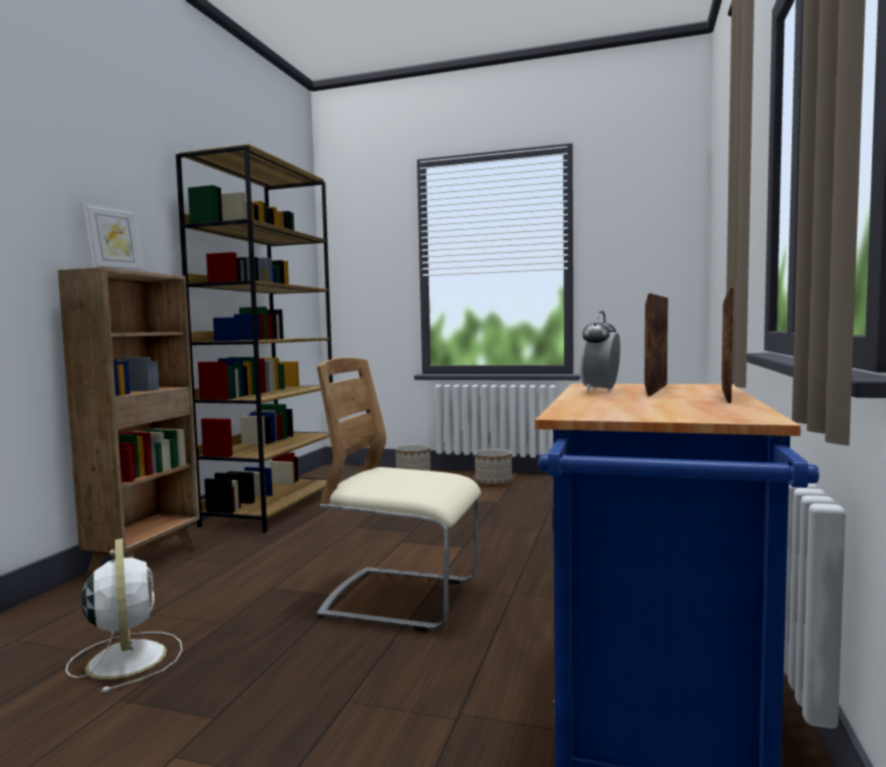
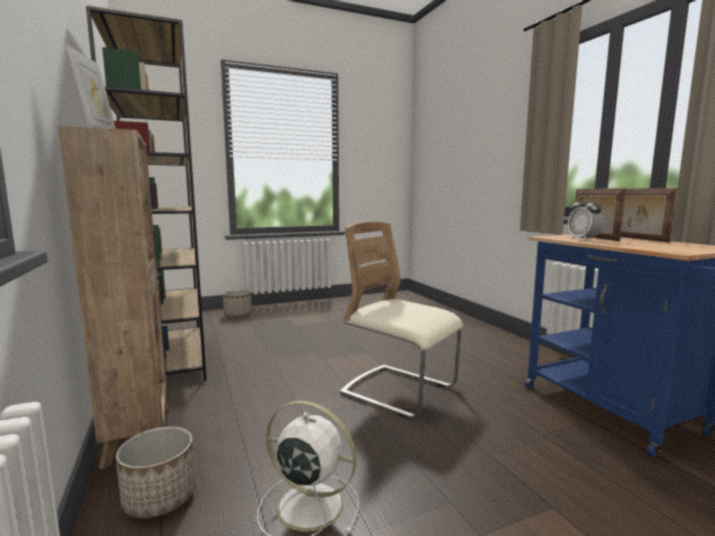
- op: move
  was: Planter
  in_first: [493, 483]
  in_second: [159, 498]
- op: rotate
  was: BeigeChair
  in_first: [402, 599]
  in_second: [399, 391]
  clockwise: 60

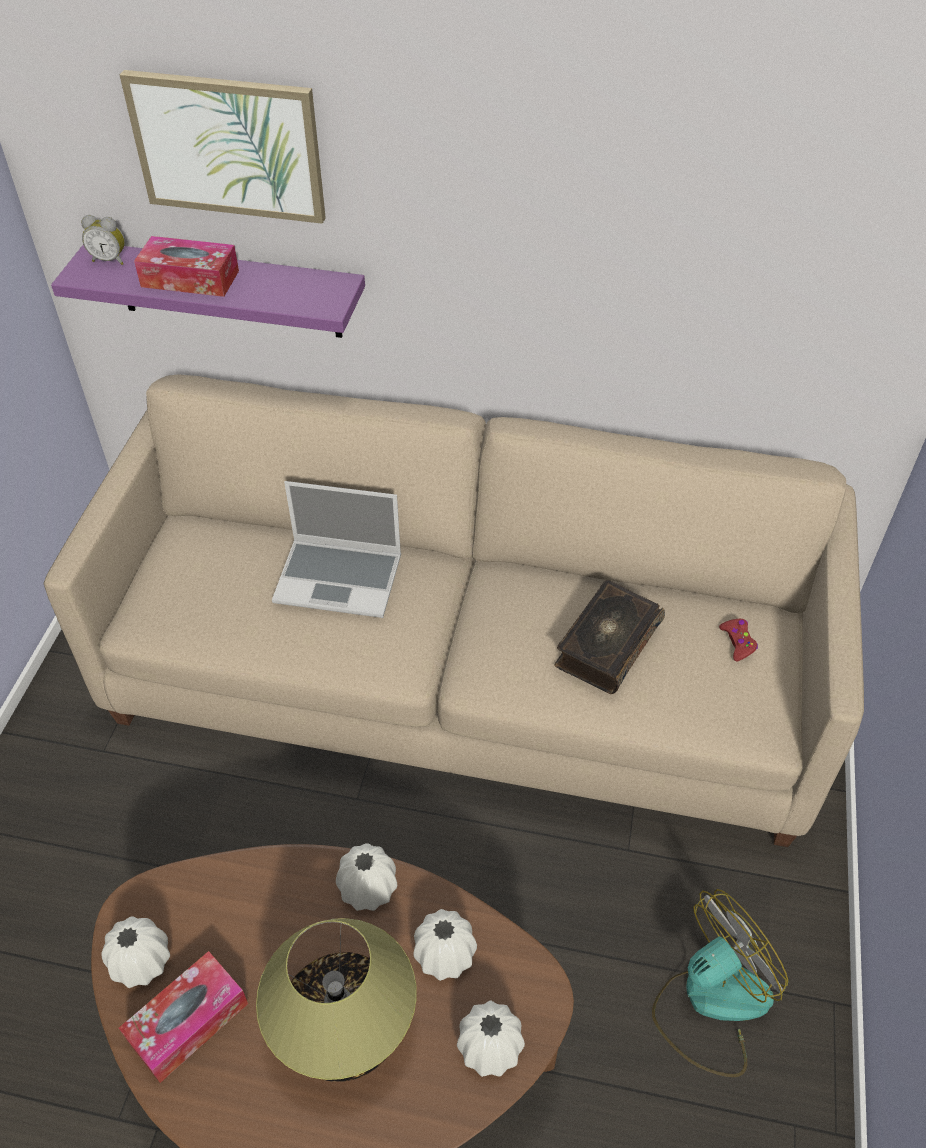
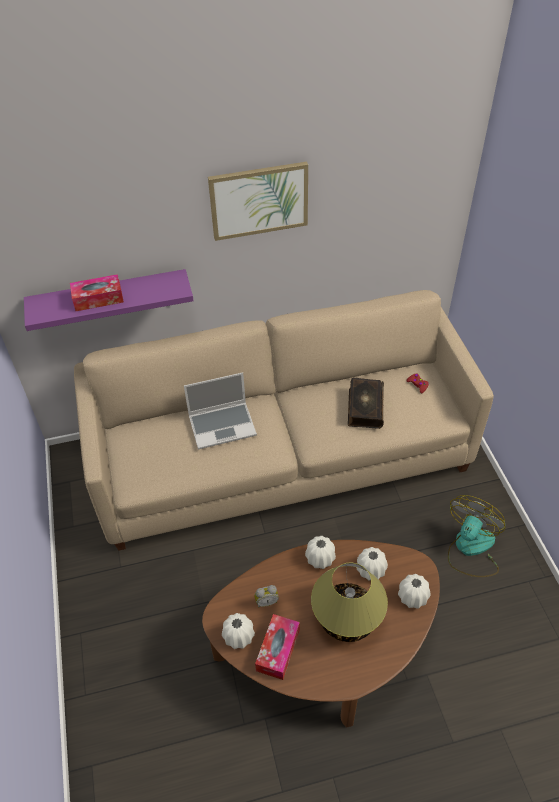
- op: move
  was: AlarmClock
  in_first: [110, 260]
  in_second: [266, 601]
- op: move
  was: Picture
  in_first: [228, 146]
  in_second: [259, 200]

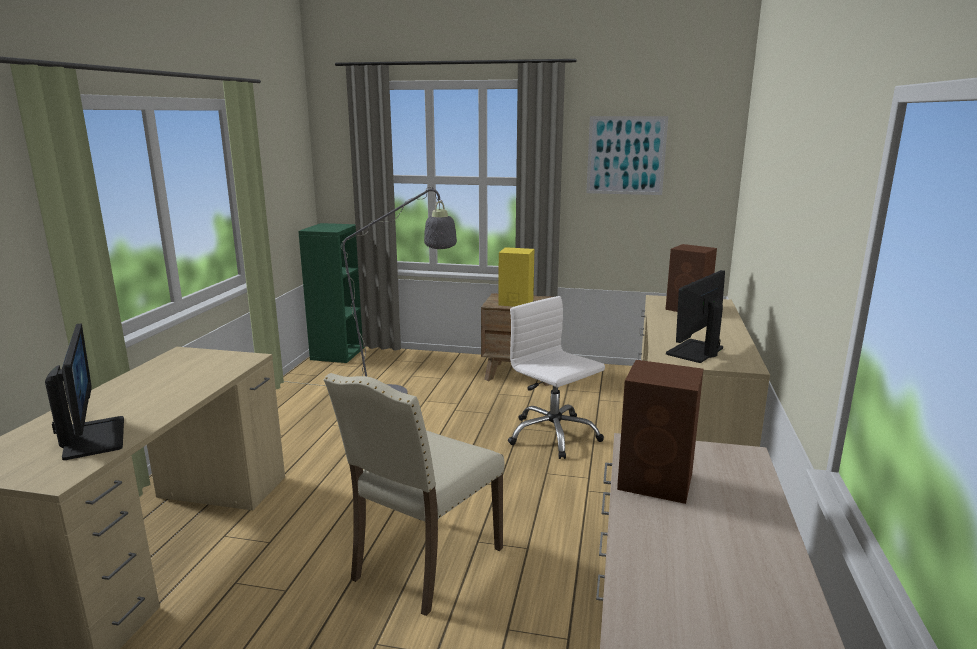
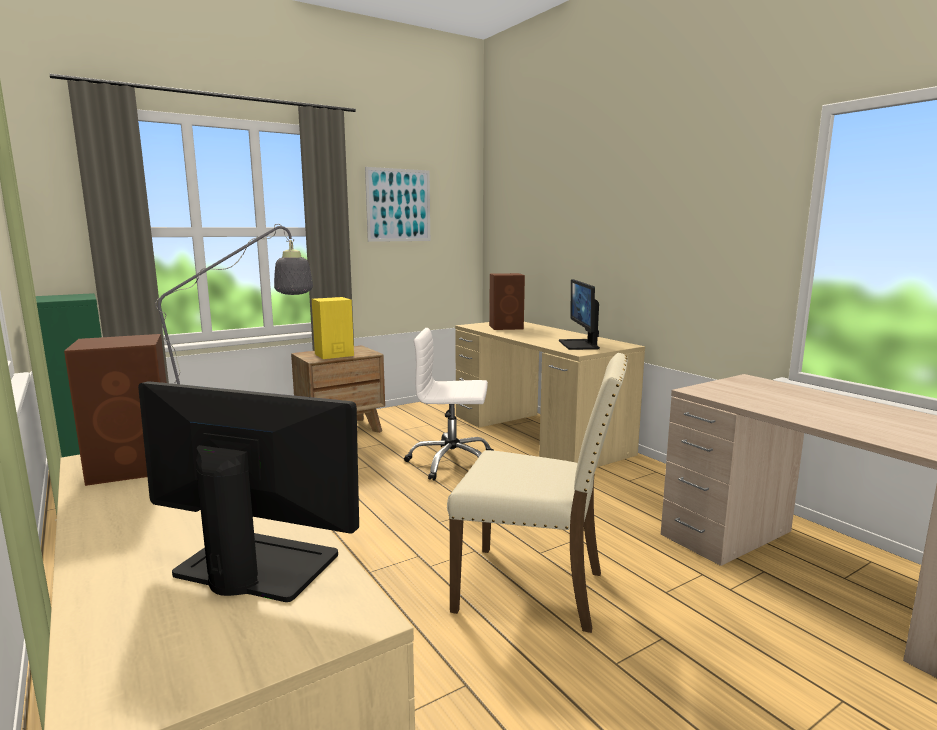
- op: move
  was: BrownSpeaker
  in_first: [657, 482]
  in_second: [135, 467]
- op: rotate
  was: BeigeChair
  in_first: [423, 564]
  in_second: [534, 589]
  clockwise: -60

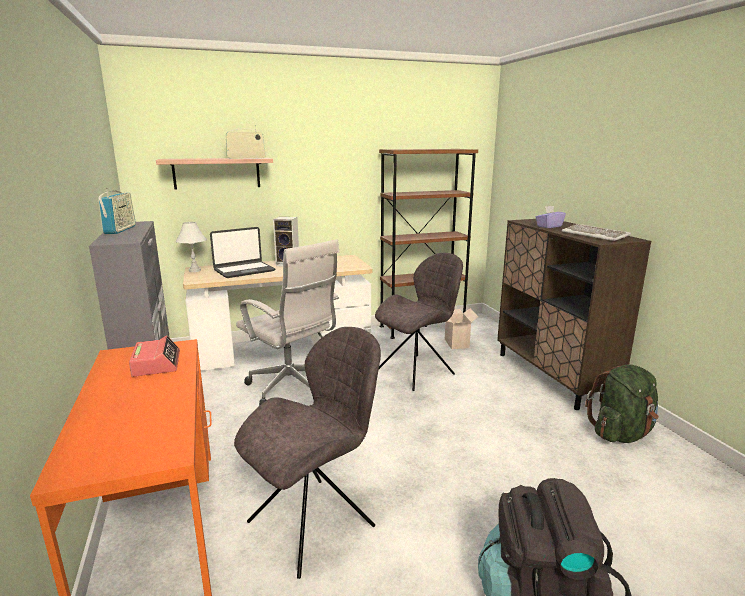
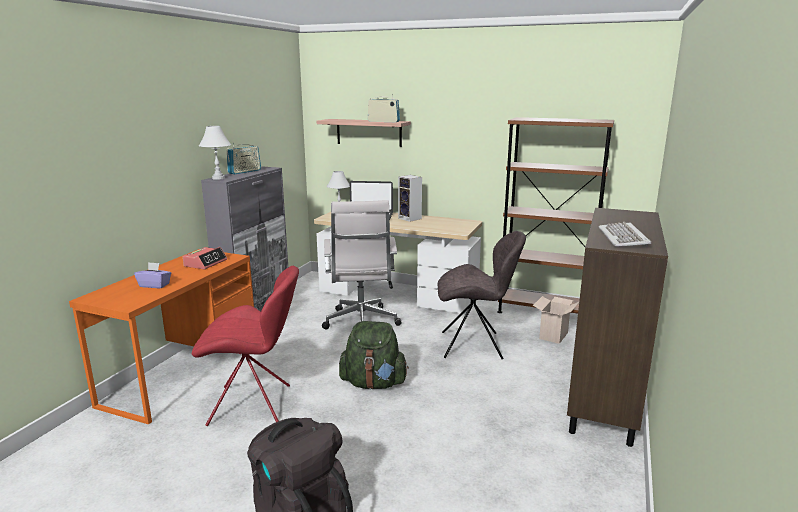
- op: insert
  now: WhiteTableLamp
  in_second: [218, 178]
- op: move
  was: PurpleTissueBox
  in_first: [549, 226]
  in_second: [155, 285]
- op: move
  was: GreenBackpack
  in_first: [621, 433]
  in_second: [373, 383]
- op: recolor
  was: GreyChair
  now: RedChair
  in_first: [315, 522]
  in_second: [254, 405]

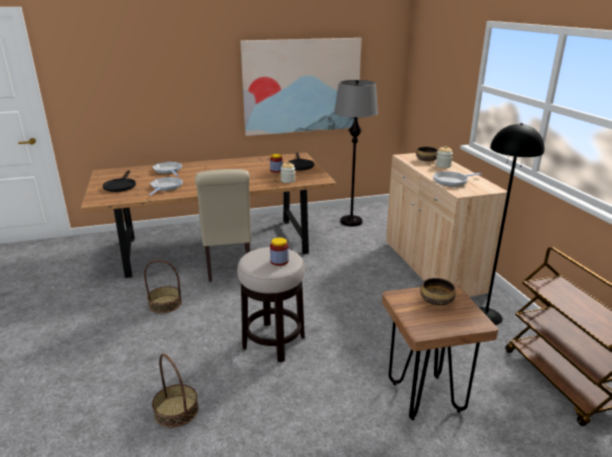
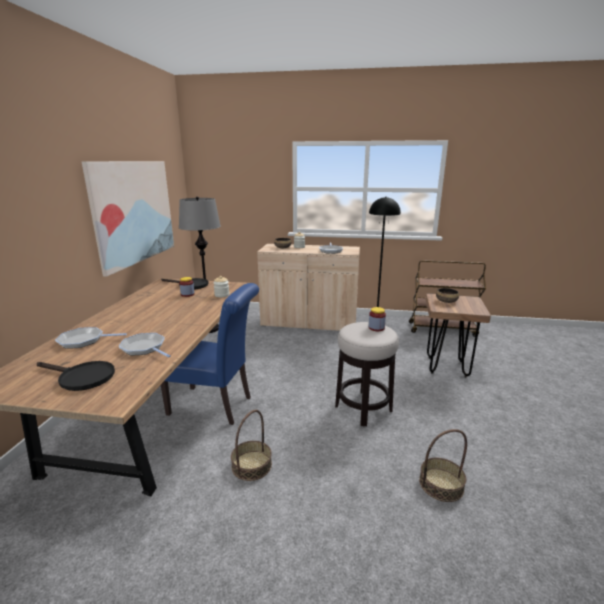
- op: recolor
  was: BeigeChair
  now: BlueChair
  in_first: [228, 266]
  in_second: [215, 406]

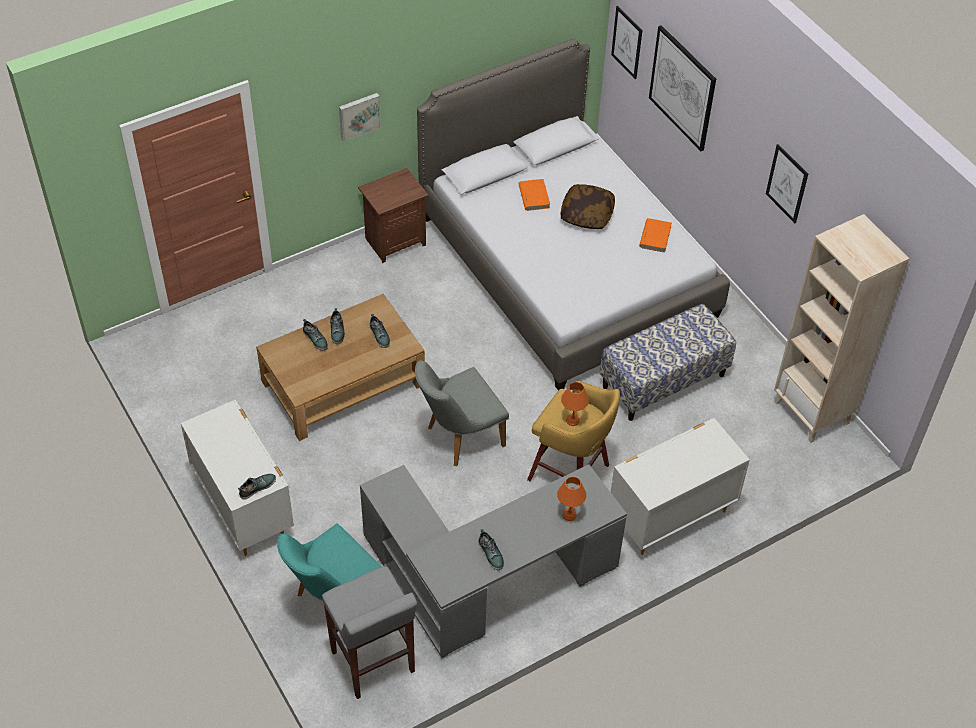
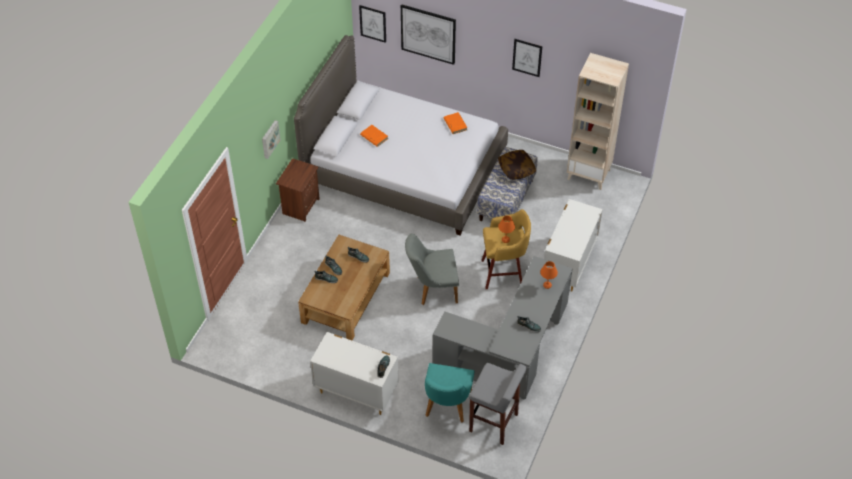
- op: move
  was: Pillow
  in_first: [587, 214]
  in_second: [516, 169]
- op: rotate
  was: GreyChair
  in_first: [458, 438]
  in_second: [432, 289]
  clockwise: 60

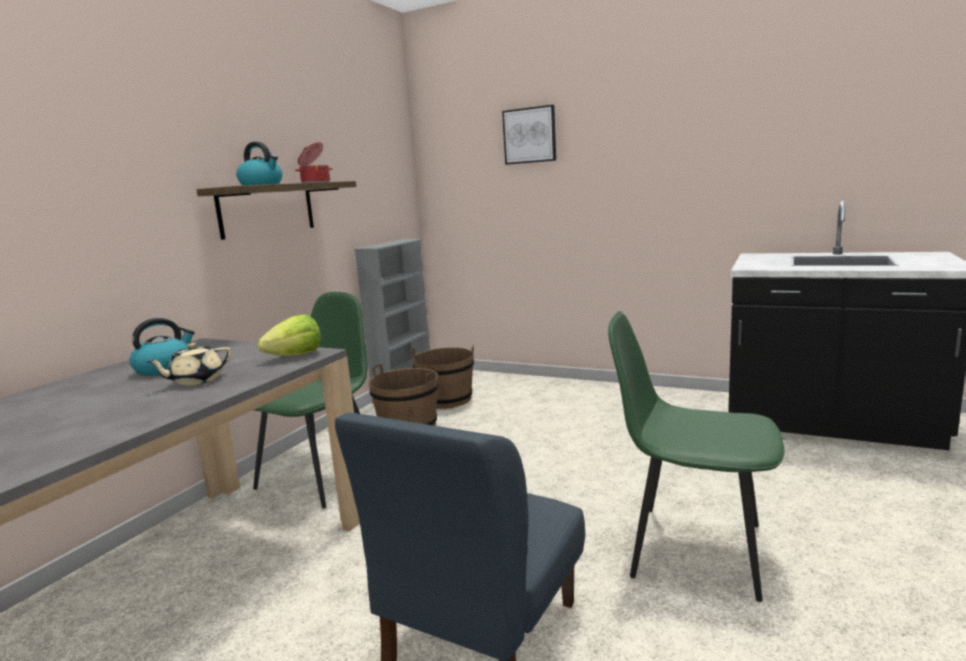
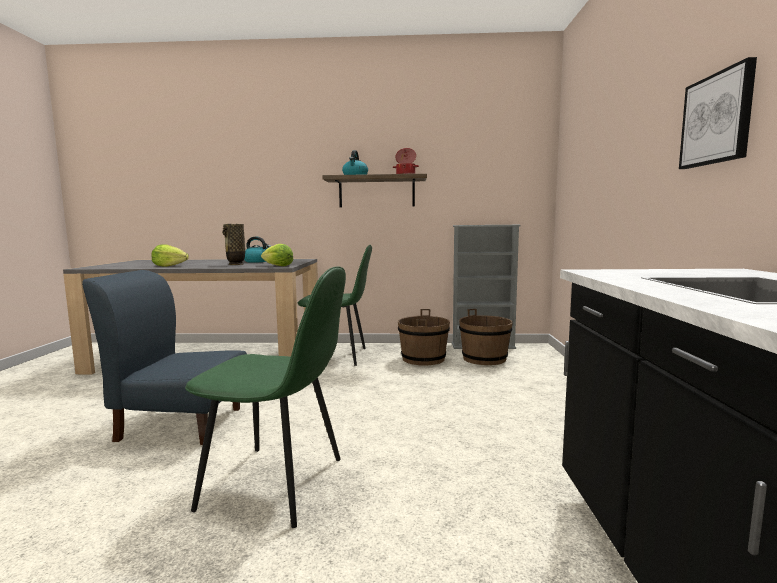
- op: insert
  now: Lettuce
  in_second: [169, 266]
- op: move
  was: Picture
  in_first: [530, 135]
  in_second: [717, 119]
- op: replace
  was: BeigeTeapot
  now: Vase
  in_first: [196, 380]
  in_second: [236, 264]
- op: rotate
  was: GreenChair
  in_first: [692, 549]
  in_second: [276, 484]
  clockwise: 105

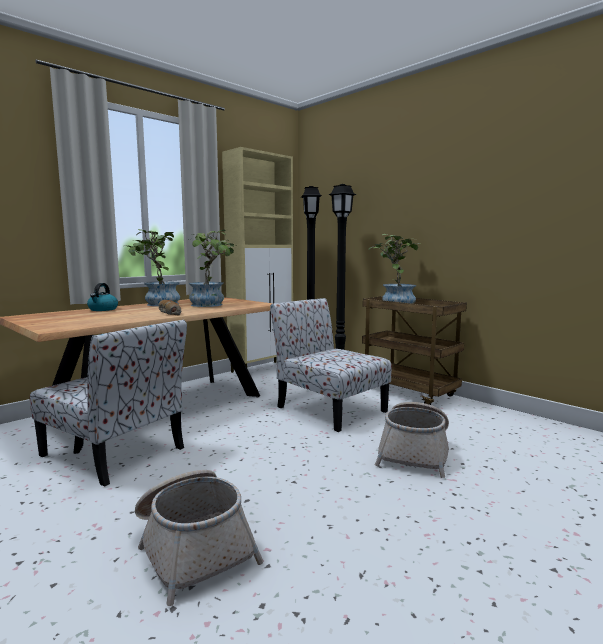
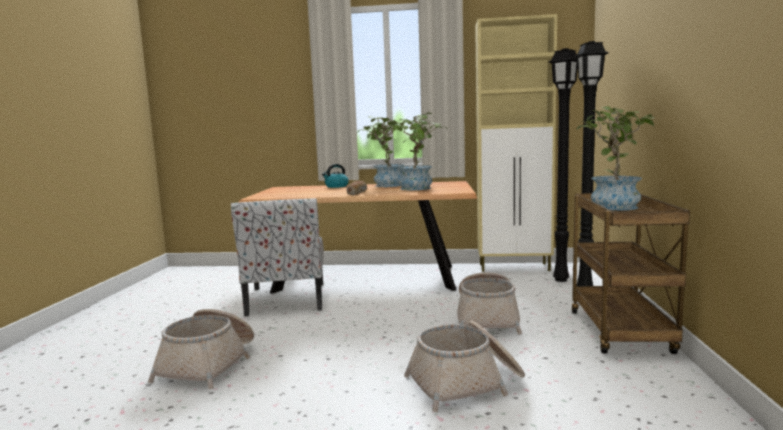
- op: replace
  was: Chair
  now: Basket
  in_first: [329, 409]
  in_second: [487, 319]

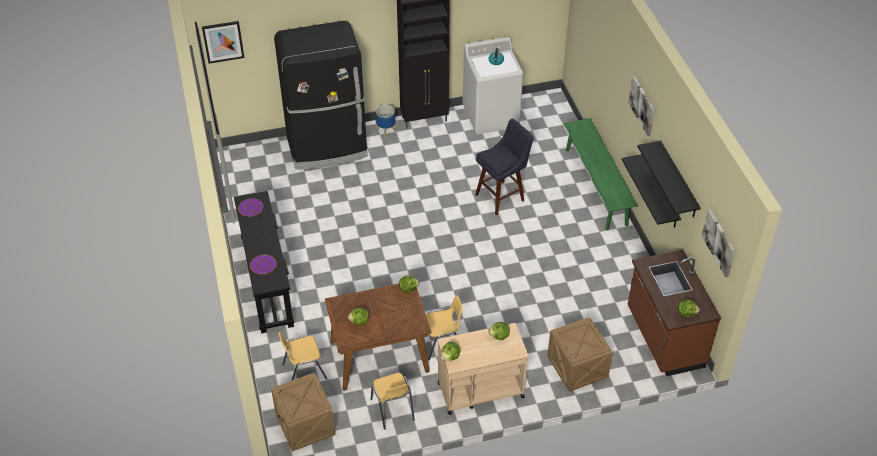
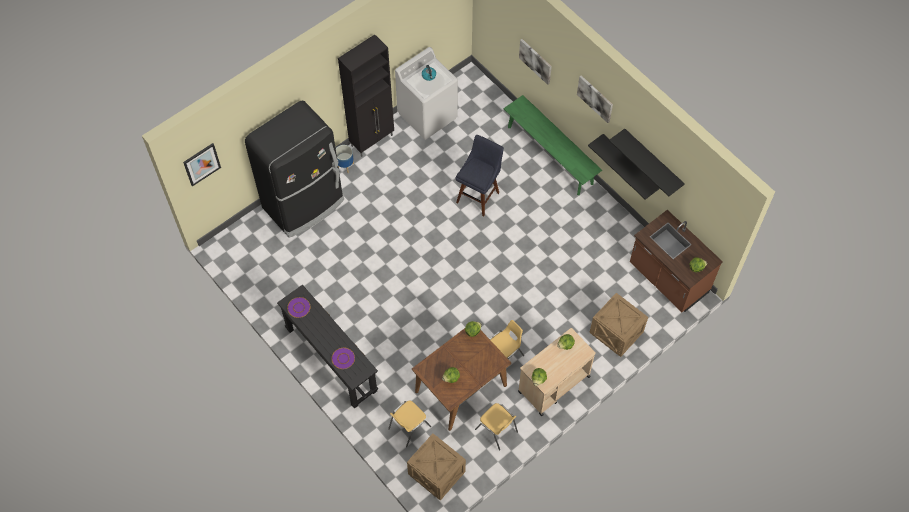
- op: move
  was: Picture
  in_first: [719, 242]
  in_second: [535, 61]

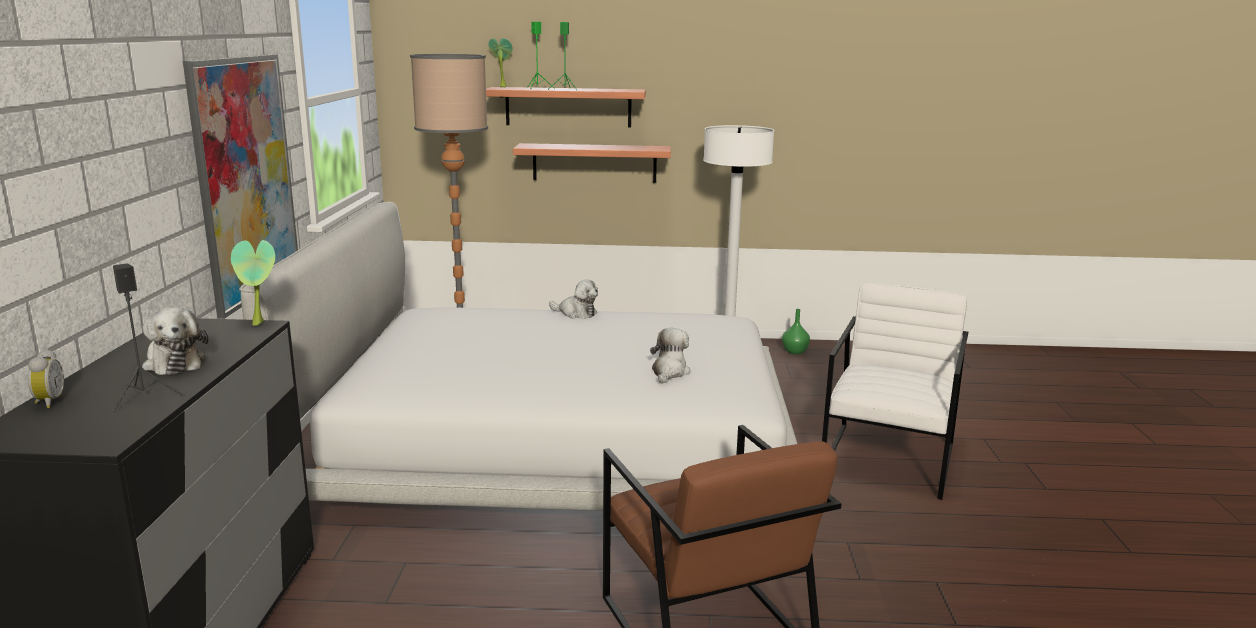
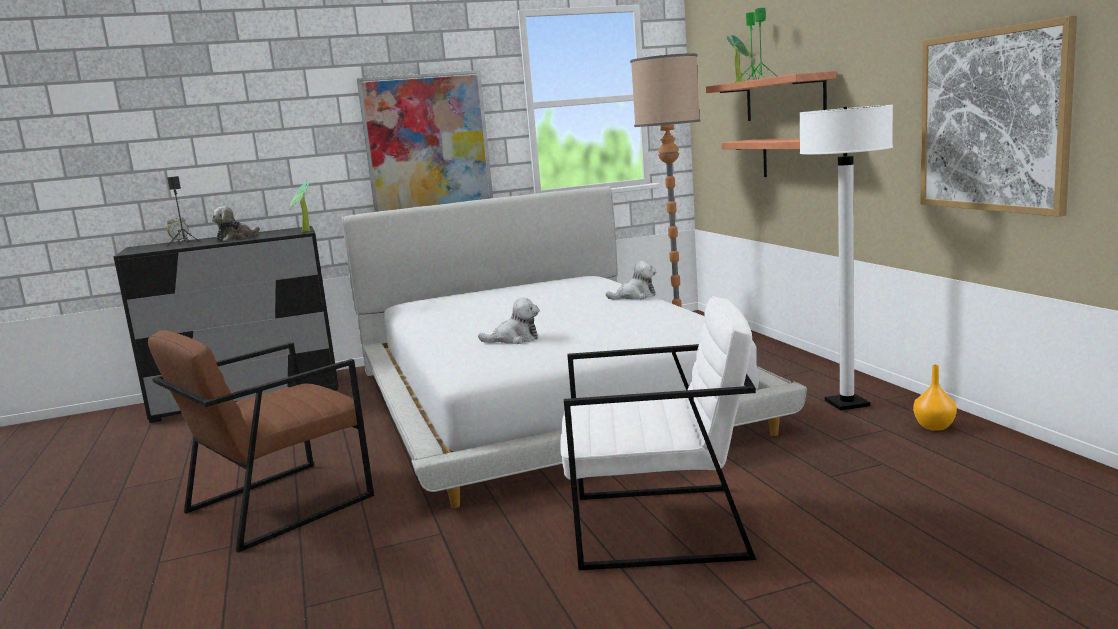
- op: insert
  now: Picture
  in_second: [992, 121]
- op: recolor
  was: GreenVase
  now: OrangeVase
  in_first: [795, 351]
  in_second: [935, 426]
- op: rotate
  was: PlushToy
  in_first: [576, 313]
  in_second: [635, 296]
  clockwise: -105

